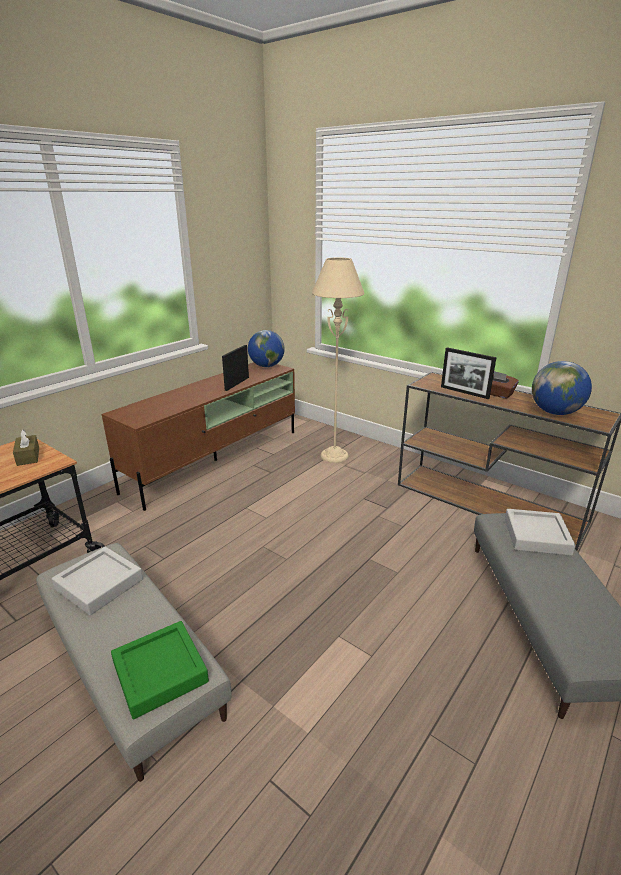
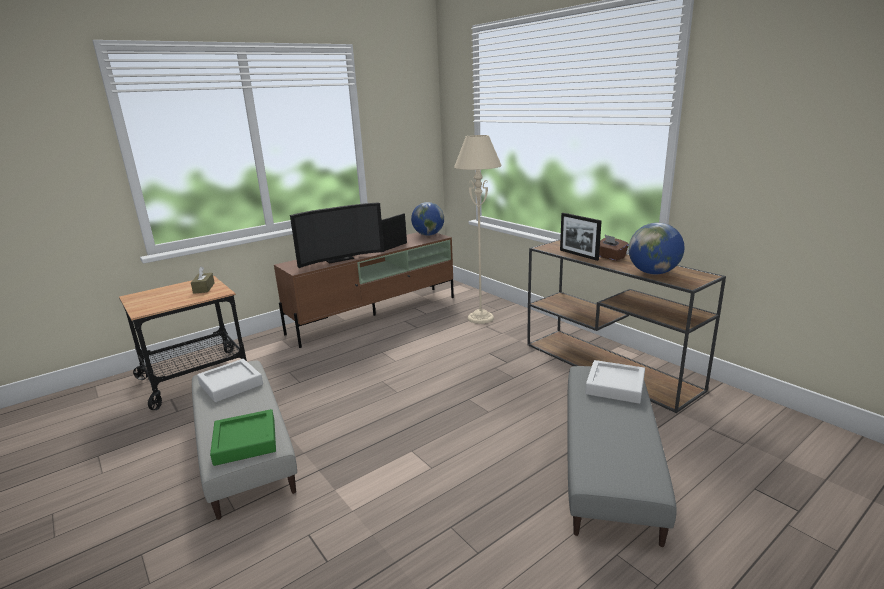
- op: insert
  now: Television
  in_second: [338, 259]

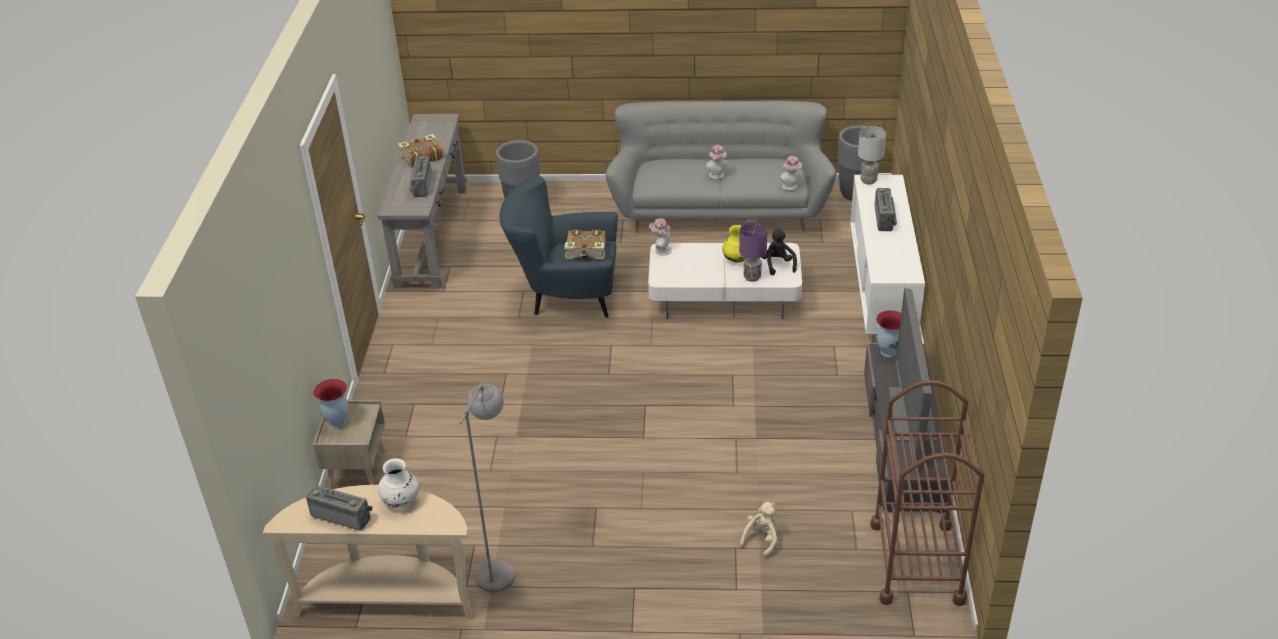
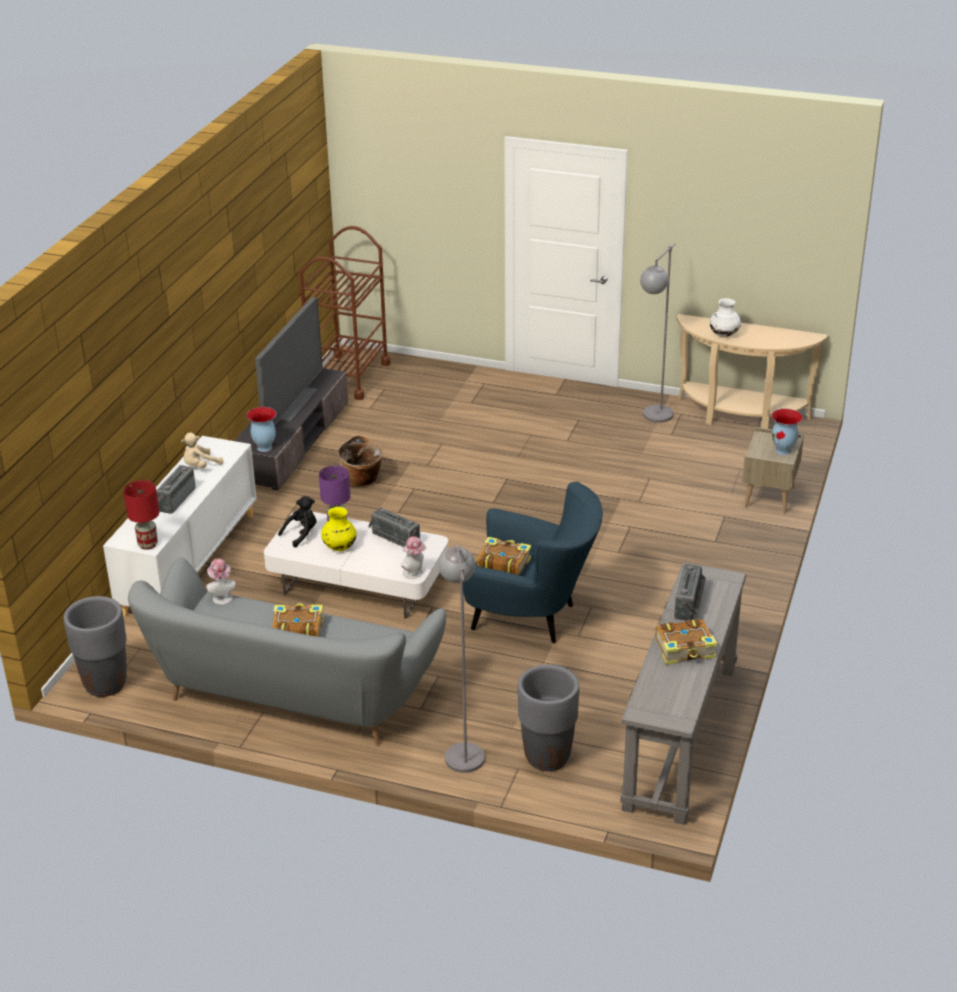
- op: insert
  now: Basket
  in_second: [362, 480]
- op: insert
  now: GreyFloorLamp
  in_second: [463, 748]
- op: move
  was: Radio
  in_first: [343, 515]
  in_second: [394, 540]
- op: move
  was: BeigePlushToy
  in_first: [761, 539]
  in_second: [200, 466]
- op: replace
  was: Hat
  now: Book
  in_first: [717, 176]
  in_second: [297, 630]
- op: recolor
  was: GreyTableLamp
  now: RedTableLamp
  in_first: [868, 180]
  in_second: [148, 545]
- op: rotate
  was: BlackPlushToy
  in_first: [777, 264]
  in_second: [301, 534]
  clockwise: -135

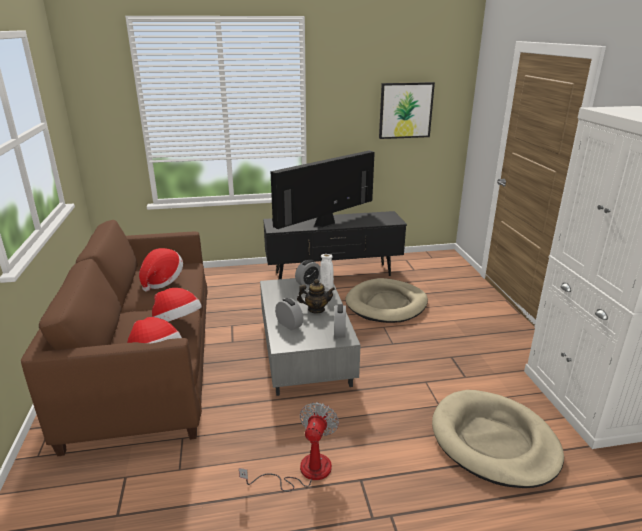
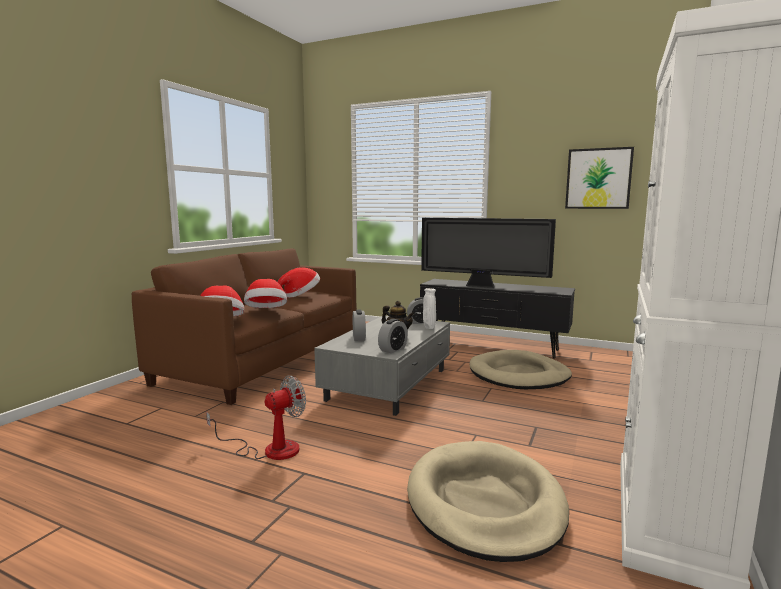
- op: rotate
  was: Television
  in_first: [325, 224]
  in_second: [483, 286]
  clockwise: -150

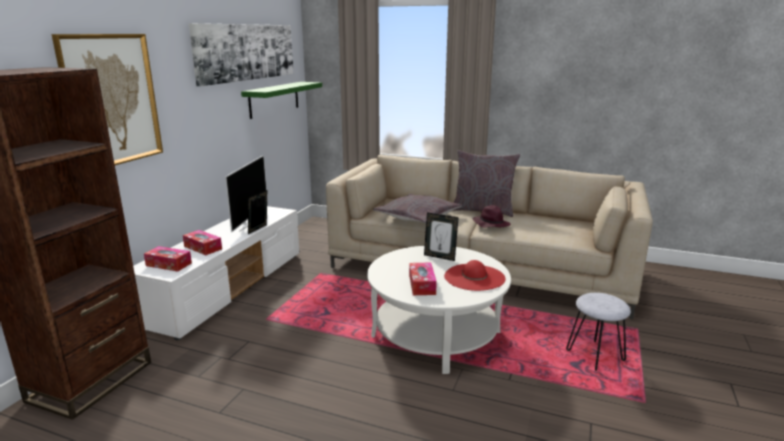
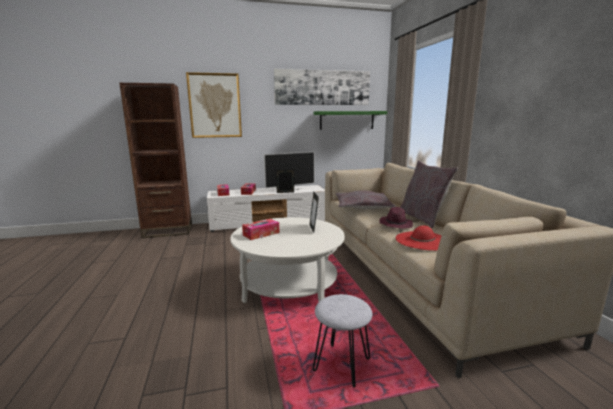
- op: move
  was: RedHat
  in_first: [474, 277]
  in_second: [422, 240]

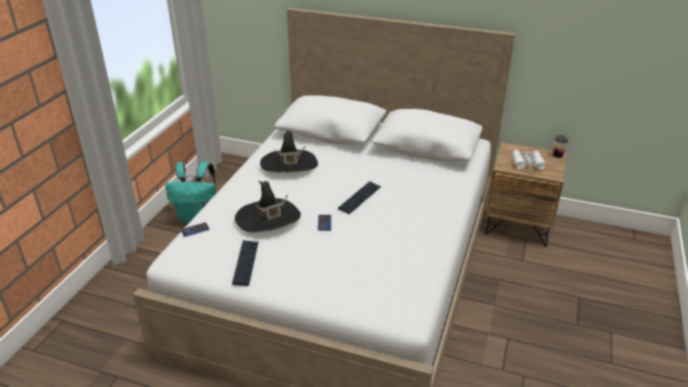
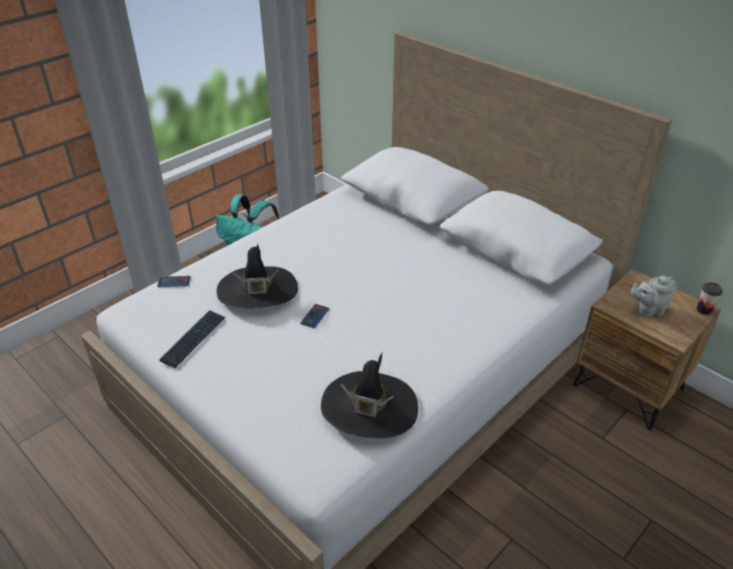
- op: delete
  was: Keyboard
  in_first: [360, 198]
- op: move
  was: BlackHat
  in_first: [289, 164]
  in_second: [369, 408]
- op: replace
  was: WhiteBinoculars
  now: GreyTeapot
  in_first: [527, 163]
  in_second: [647, 310]

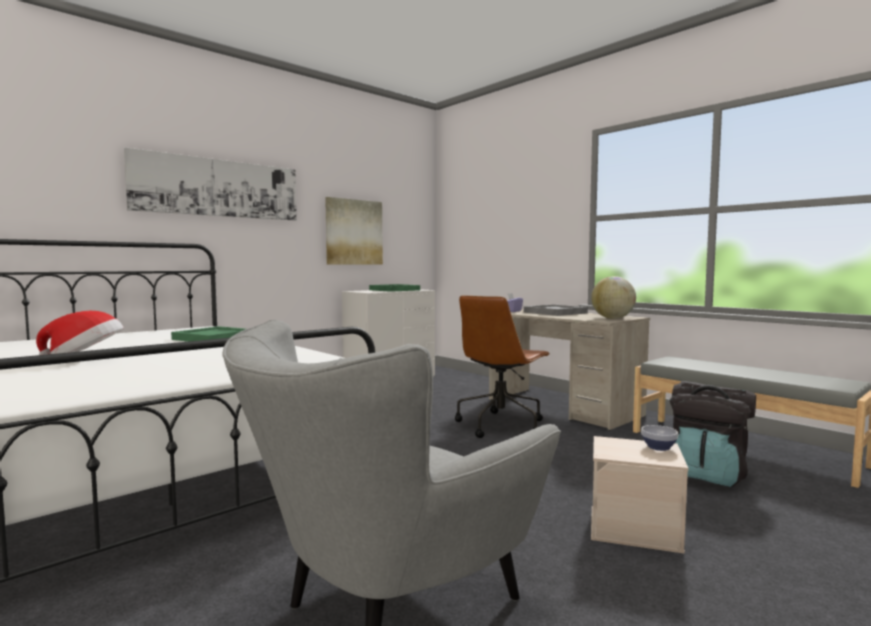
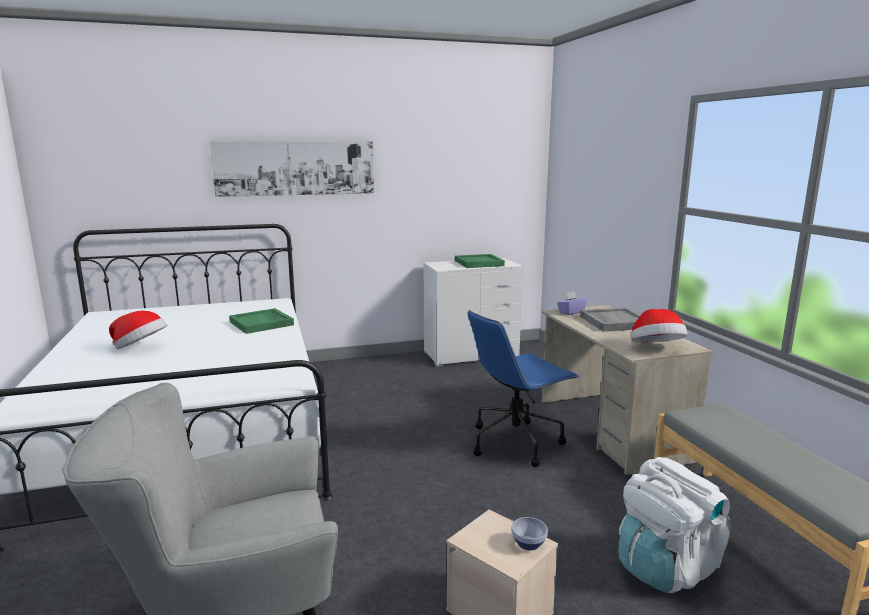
- op: delete
  was: Picture
  in_first: [354, 232]
- op: replace
  was: Globe
  now: Hat
  in_first: [612, 318]
  in_second: [656, 348]
- op: recolor
  was: BrownOfficeChair
  now: BlueOfficeChair
  in_first: [501, 425]
  in_second: [516, 442]
- op: recolor
  was: BlackBackpack
  now: WhiteBackpack
  in_first: [708, 474]
  in_second: [666, 567]

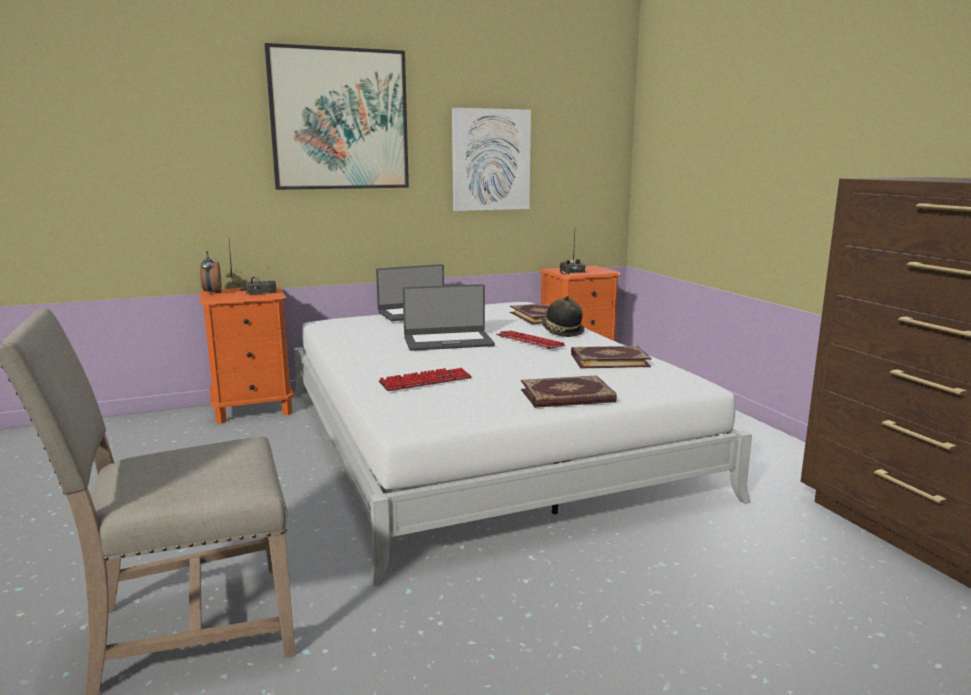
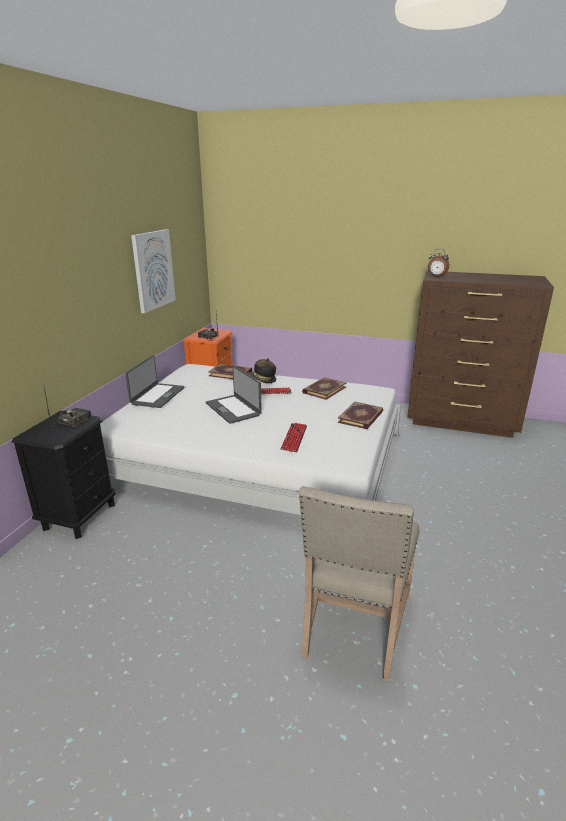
- op: delete
  was: Picture
  in_first: [339, 119]
- op: move
  was: AlarmClock
  in_first: [212, 293]
  in_second: [436, 277]
- op: recolor
  was: OrangeNightstand
  now: BlackNightstand
  in_first: [253, 410]
  in_second: [79, 516]
- op: rotate
  was: Laptop
  in_first: [448, 341]
  in_second: [233, 409]
  clockwise: 120

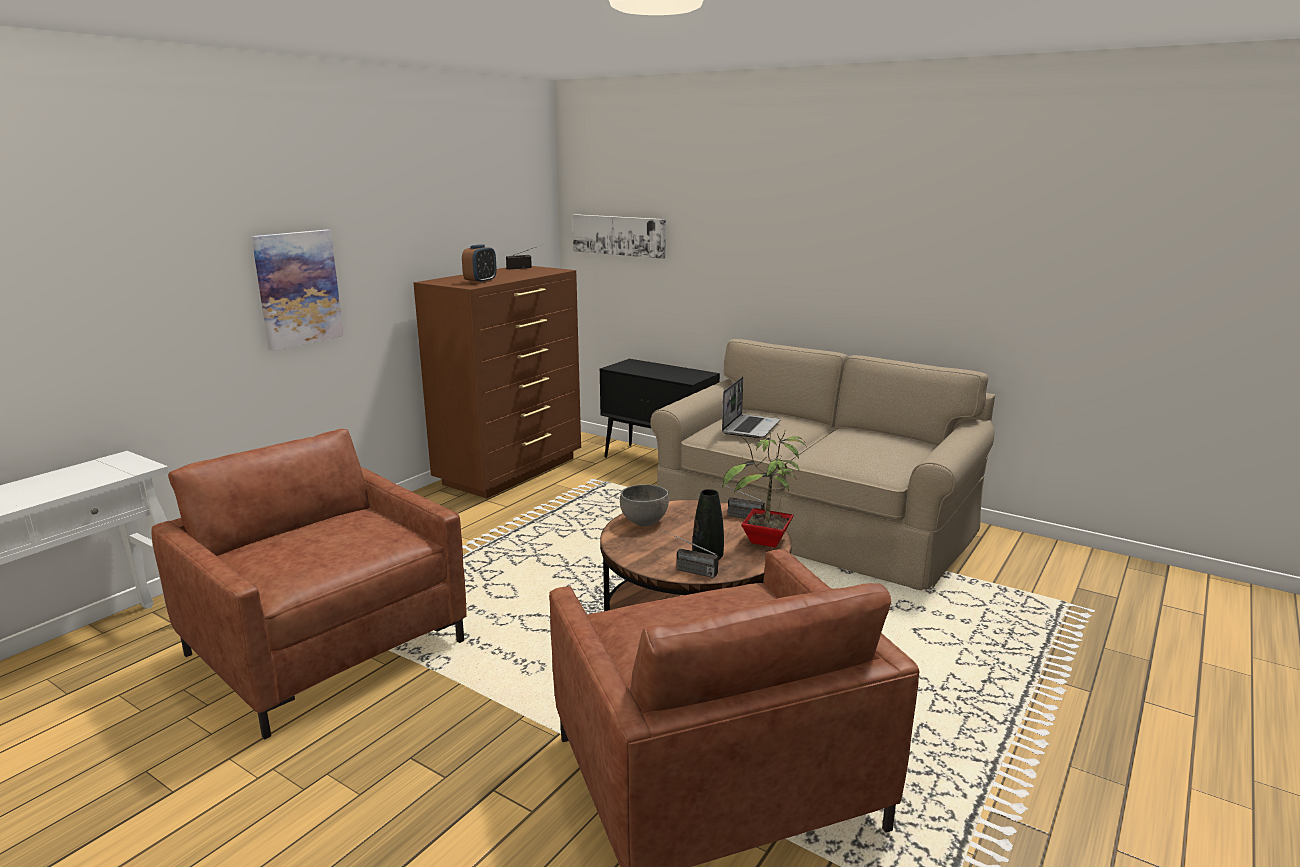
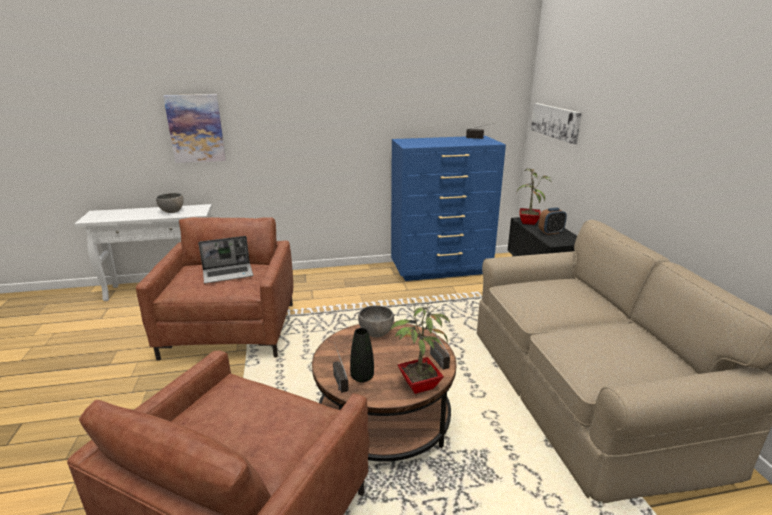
- op: insert
  now: GreyBowl
  in_second: [172, 211]
- op: insert
  now: PottedPlant
  in_second: [529, 222]
- op: move
  was: Picture
  in_first: [298, 288]
  in_second: [196, 128]
- op: move
  was: AlarmClock
  in_first: [480, 281]
  in_second: [550, 232]
- op: move
  was: Laptop
  in_first: [750, 427]
  in_second: [228, 274]
- op: recolor
  was: BrownDresser
  now: BlueDresser
  in_first: [511, 471]
  in_second: [441, 269]

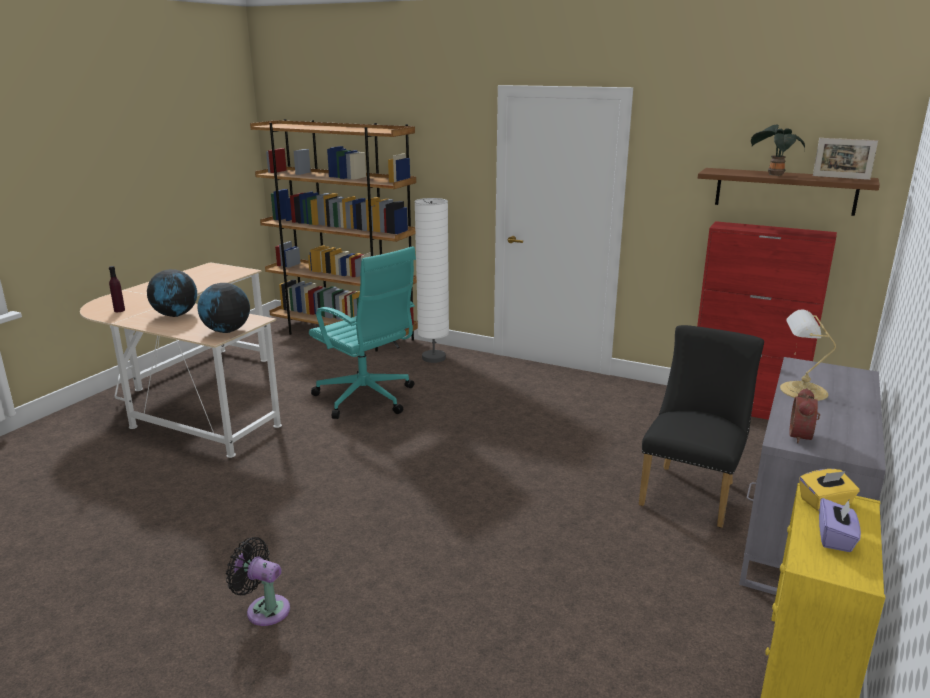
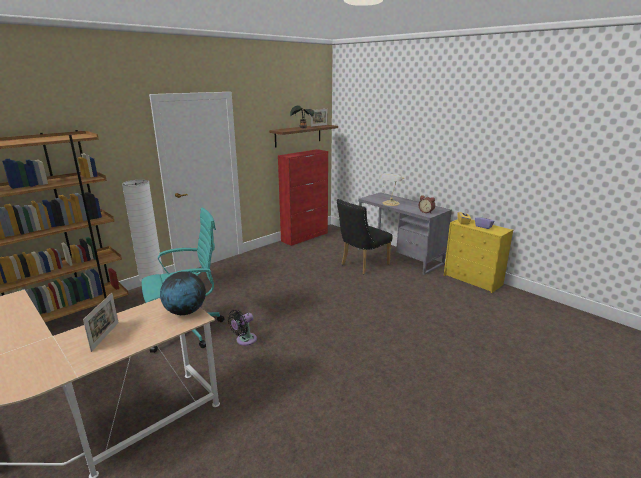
- op: delete
  was: PurpleBottle
  in_first: [119, 310]
- op: move
  was: BlackFan
  in_first: [264, 609]
  in_second: [244, 340]
- op: replace
  was: Globe
  now: PictureFrame
  in_first: [176, 315]
  in_second: [105, 336]
- op: rotate
  was: BlackChair
  in_first: [691, 491]
  in_second: [361, 265]
  clockwise: -90

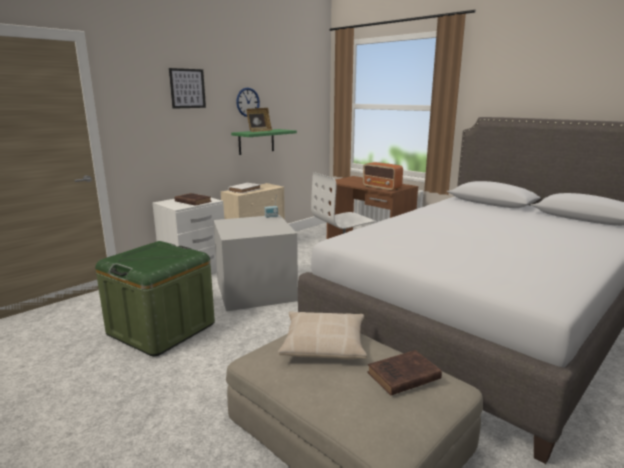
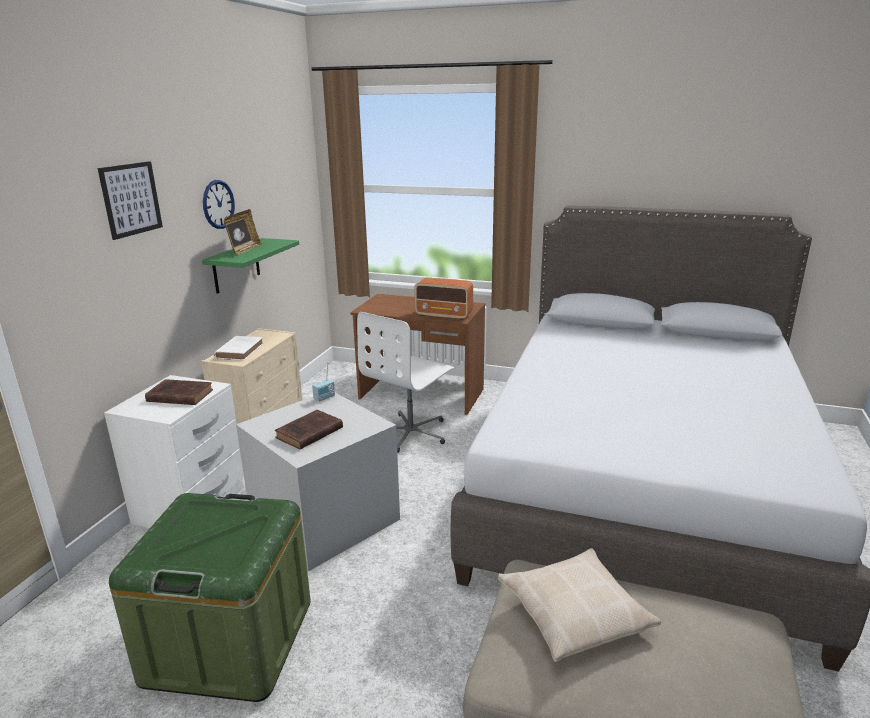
- op: move
  was: BrownBook
  in_first: [402, 376]
  in_second: [308, 433]

